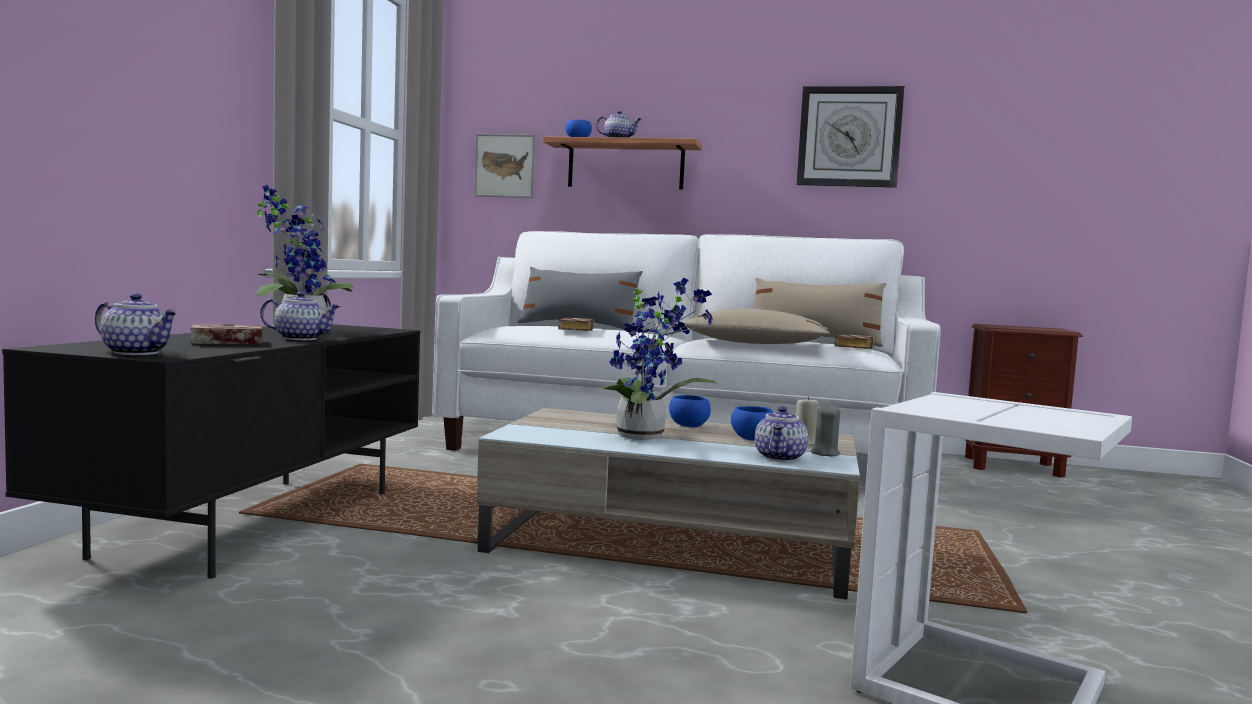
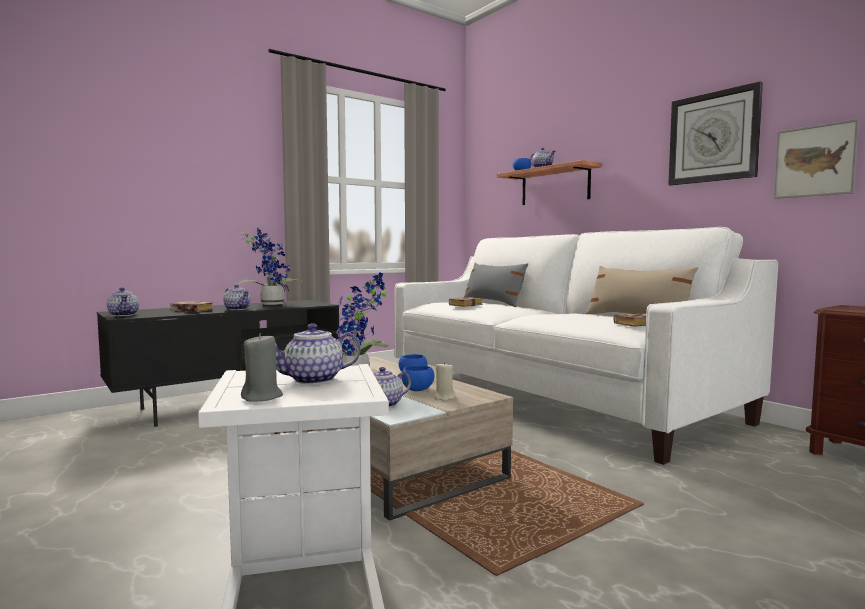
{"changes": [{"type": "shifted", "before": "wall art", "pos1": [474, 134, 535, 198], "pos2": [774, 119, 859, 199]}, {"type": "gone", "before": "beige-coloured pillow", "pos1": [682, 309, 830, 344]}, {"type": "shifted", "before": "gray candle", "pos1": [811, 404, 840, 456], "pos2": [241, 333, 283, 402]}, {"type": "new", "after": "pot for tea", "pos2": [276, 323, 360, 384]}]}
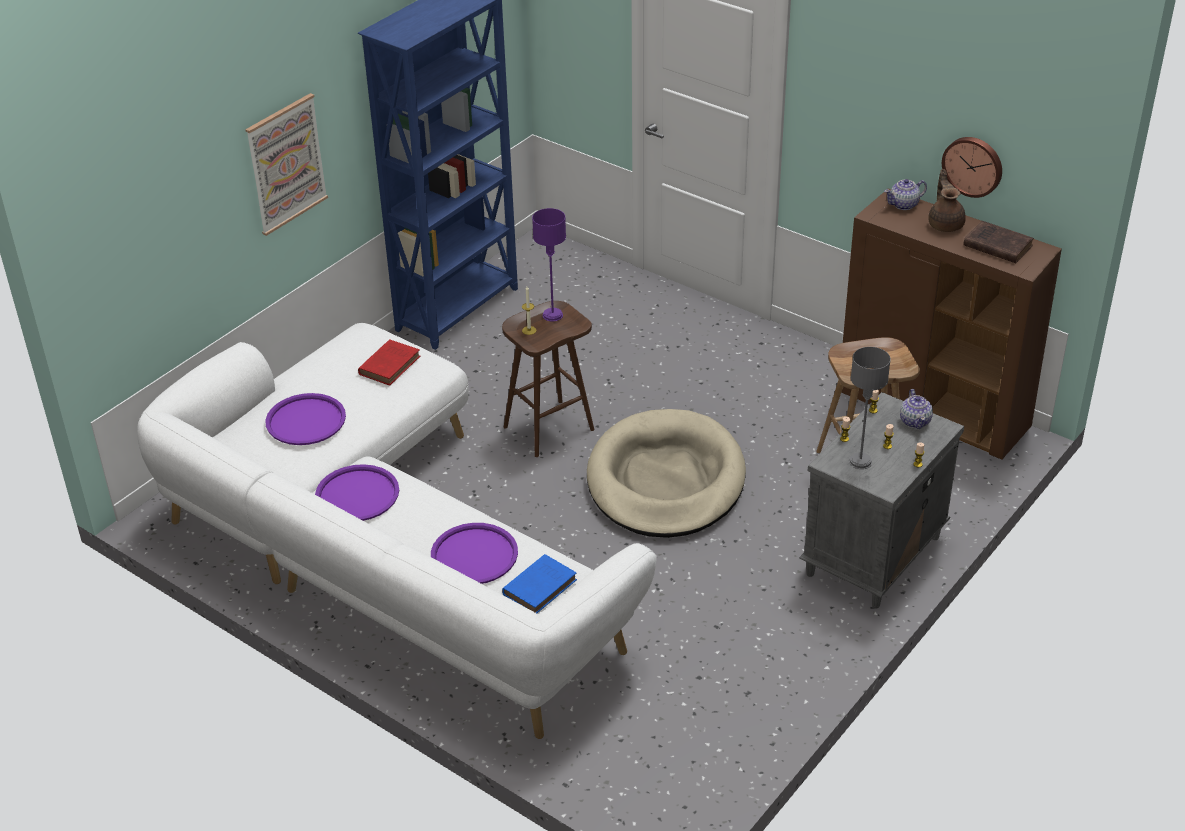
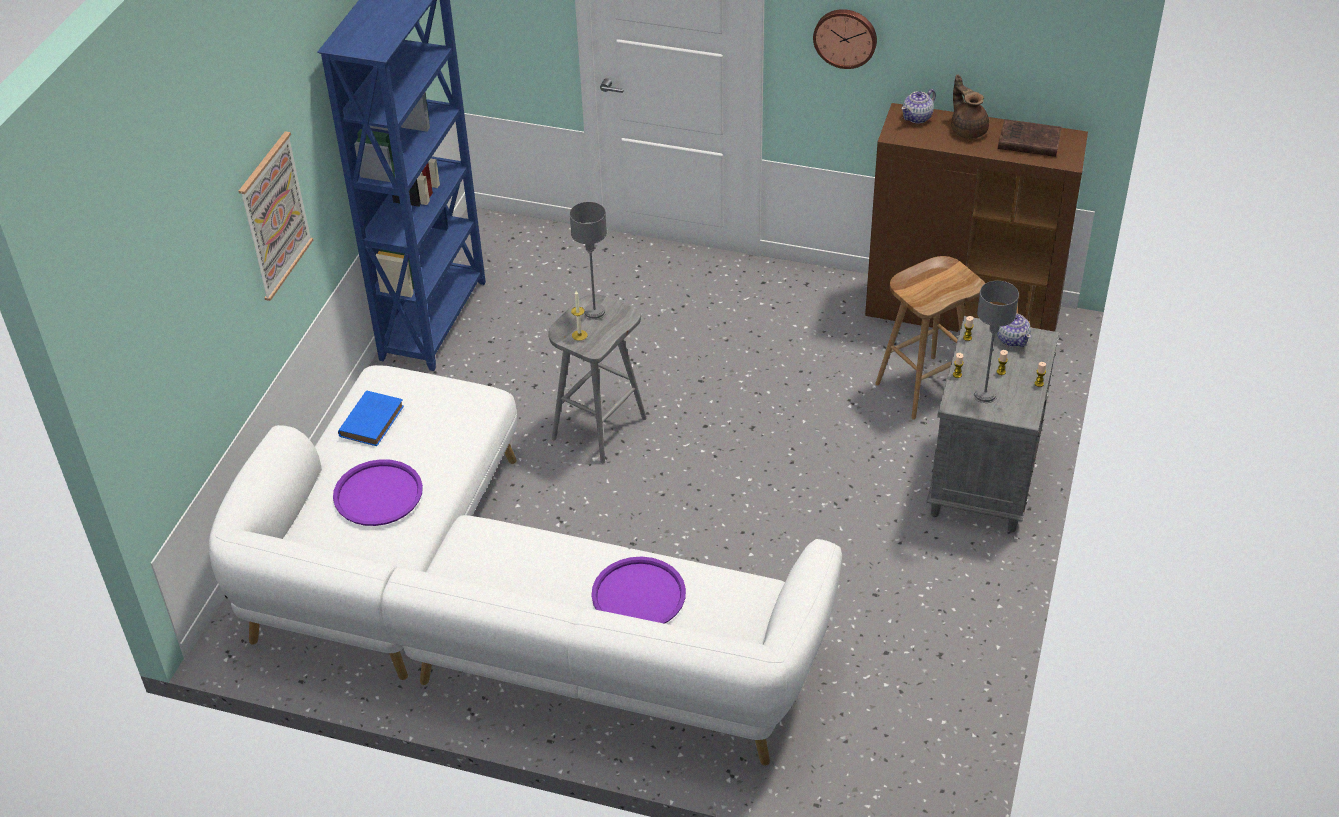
{"changes": [{"type": "gone", "before": "purple-coloured serving tray", "pos1": [315, 464, 399, 521]}, {"type": "gone", "before": "red bound book", "pos1": [358, 339, 420, 385]}, {"type": "repainted", "before": "brownish sitting stool", "after": "gray sitting stool", "pos1": [502, 301, 594, 457], "pos2": [548, 295, 647, 463]}, {"type": "shifted", "before": "bluish bound book", "pos1": [502, 554, 577, 613], "pos2": [338, 391, 404, 446]}, {"type": "repainted", "before": "purple-coloured table lamp", "after": "gray table lamp", "pos1": [532, 208, 566, 322], "pos2": [570, 202, 607, 320]}, {"type": "gone", "before": "beige-coloured pet bed", "pos1": [587, 409, 746, 538]}, {"type": "shifted", "before": "wall clock", "pos1": [942, 137, 1002, 198], "pos2": [813, 9, 877, 69]}]}
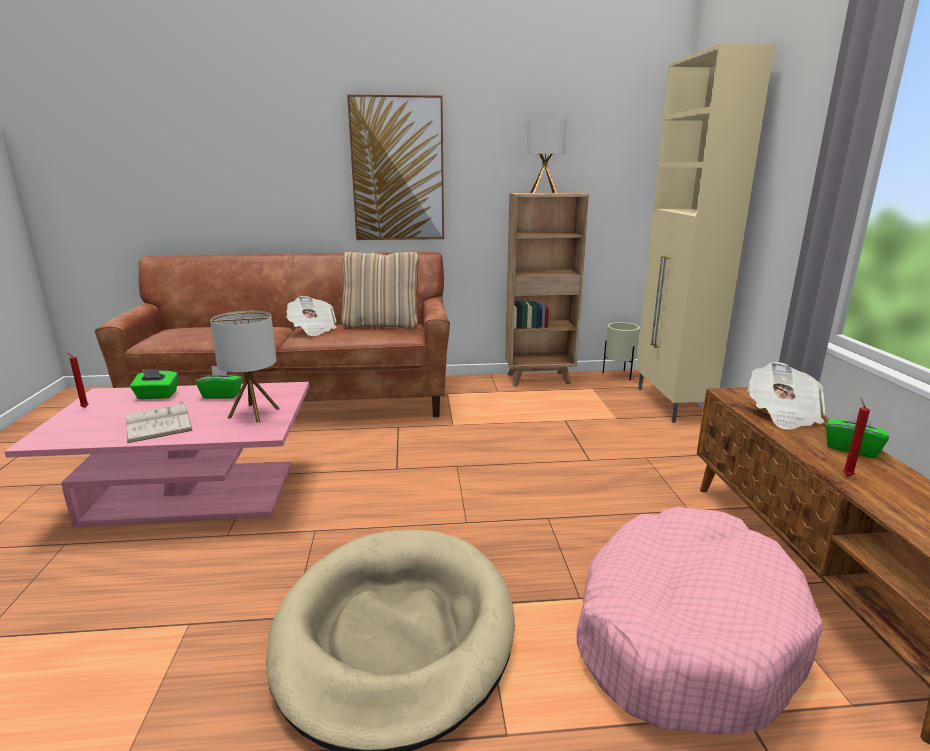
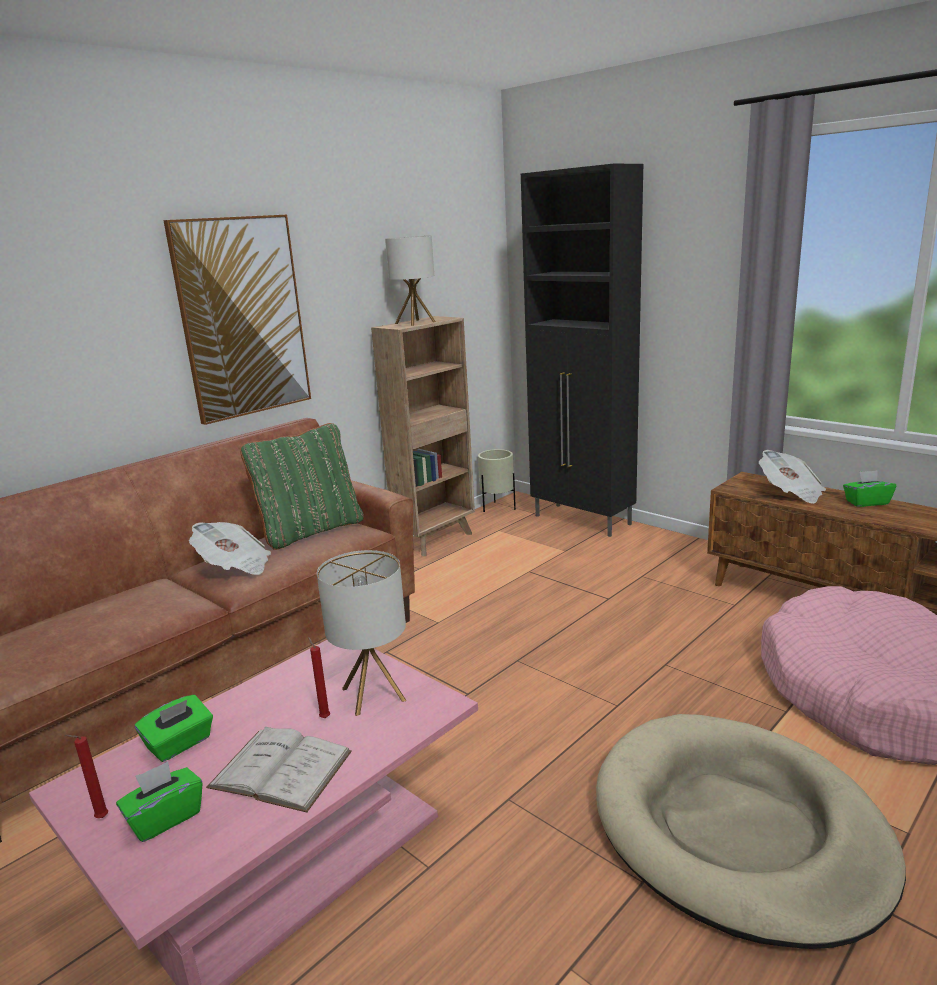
{"changes": [{"type": "shifted", "before": "green-coloured tissue holder", "pos1": [195, 366, 243, 399], "pos2": [116, 761, 203, 842]}, {"type": "repainted", "before": "beige-coloured pillow", "after": "green-coloured pillow", "pos1": [341, 251, 419, 329], "pos2": [240, 423, 364, 550]}, {"type": "repainted", "before": "beige-coloured storage cabinet", "after": "black storage cabinet", "pos1": [636, 44, 775, 423], "pos2": [521, 164, 643, 537]}, {"type": "shifted", "before": "red candle", "pos1": [843, 398, 870, 477], "pos2": [308, 637, 330, 718]}]}
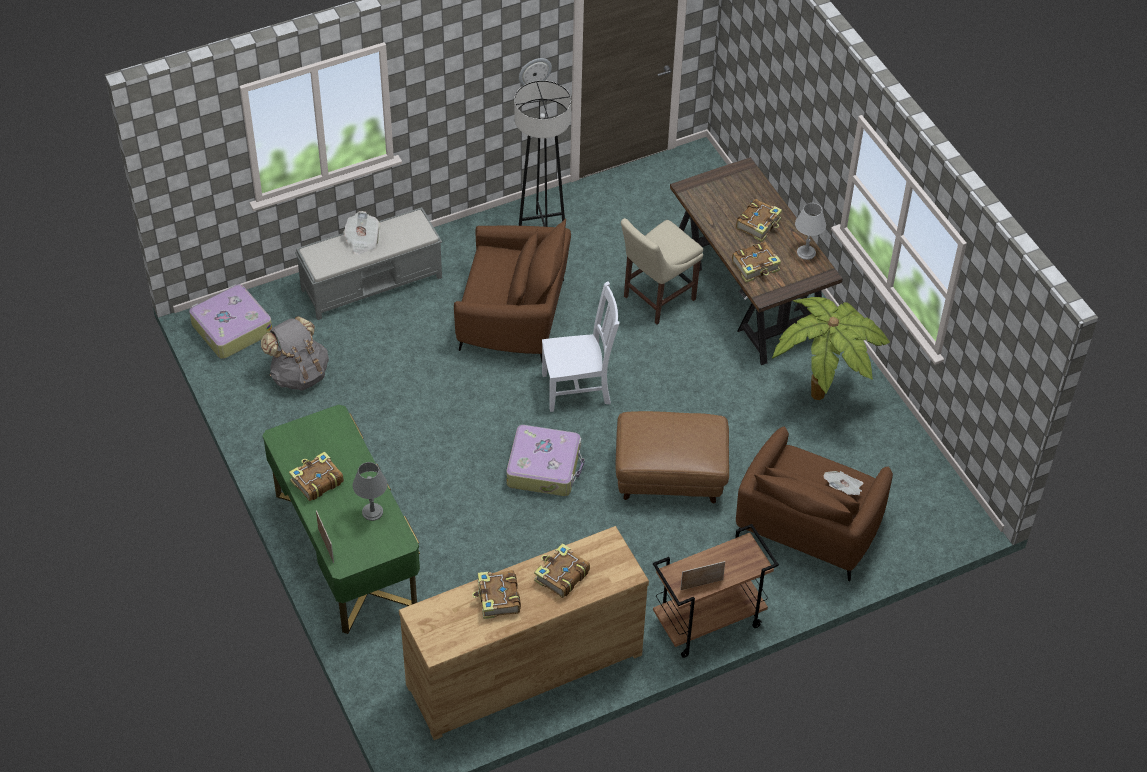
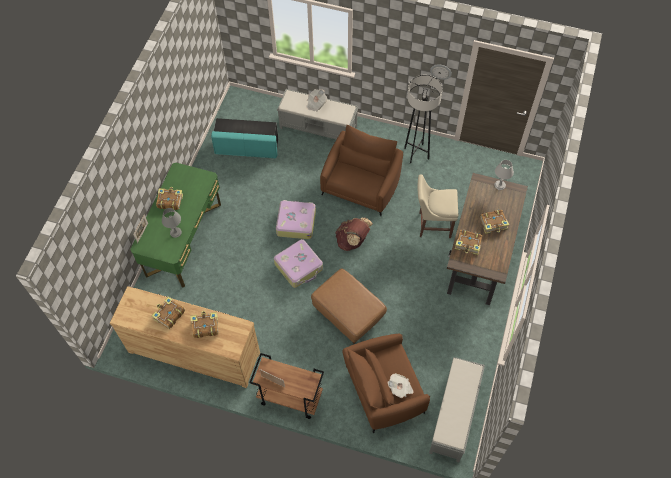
{"changes": [{"type": "shifted", "before": "piece of luggage", "pos1": [189, 284, 272, 359], "pos2": [276, 200, 316, 239]}, {"type": "swapped", "before": "gray backpack", "after": "turquoise pouffe", "pos1": [261, 316, 329, 391], "pos2": [211, 118, 278, 158]}, {"type": "rotated", "before": "brownish easy chair", "pos1": [454, 218, 571, 362], "pos2": [320, 125, 403, 216], "turn": -120}, {"type": "swapped", "before": "whitish upright chair", "after": "brownish backpack", "pos1": [542, 281, 619, 412], "pos2": [335, 217, 373, 251]}, {"type": "gone", "before": "potted plant", "pos1": [772, 297, 890, 400]}, {"type": "shifted", "before": "gray table lamp", "pos1": [795, 203, 826, 260], "pos2": [495, 160, 514, 190]}, {"type": "new", "after": "gray bench", "pos2": [429, 357, 485, 462]}]}
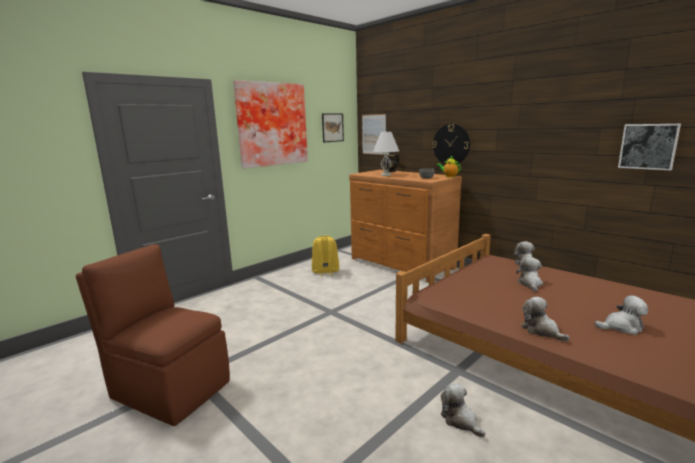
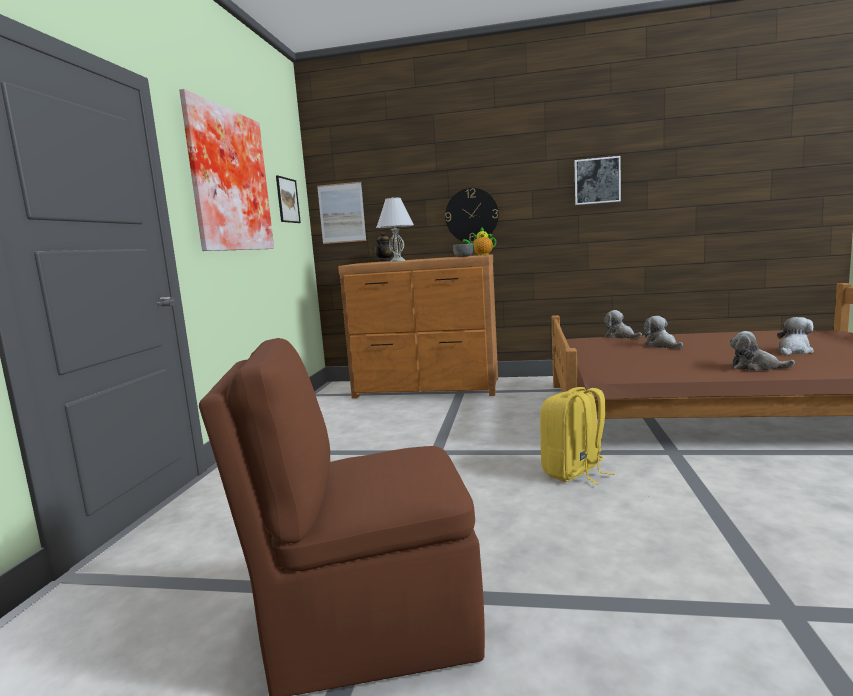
{"changes": [{"type": "shifted", "before": "yellow backpack", "pos1": [312, 236, 339, 277], "pos2": [540, 387, 615, 485]}, {"type": "gone", "before": "soft toy", "pos1": [441, 383, 485, 437]}, {"type": "shifted", "before": "wall art", "pos1": [618, 124, 681, 170], "pos2": [575, 156, 621, 205]}]}
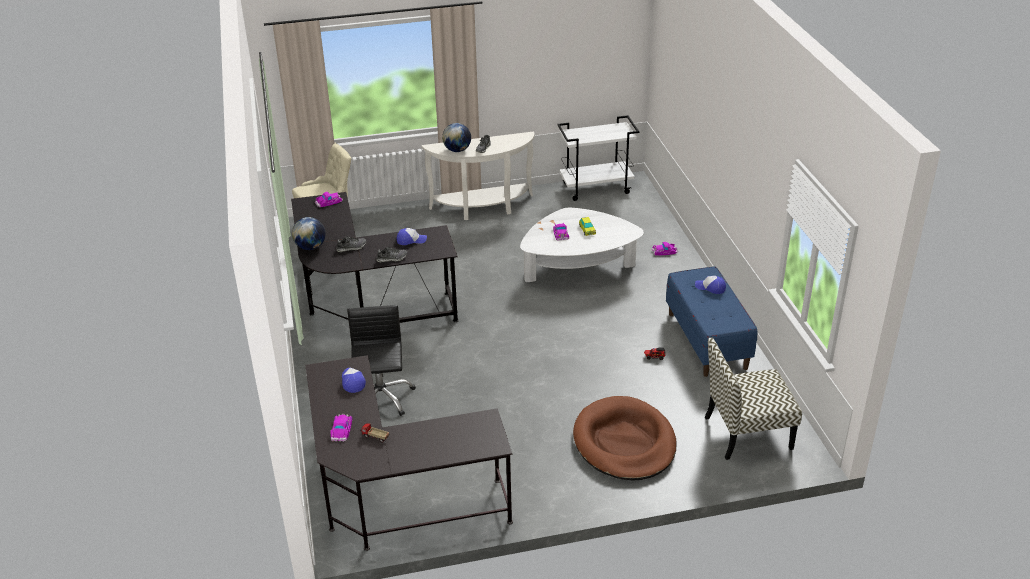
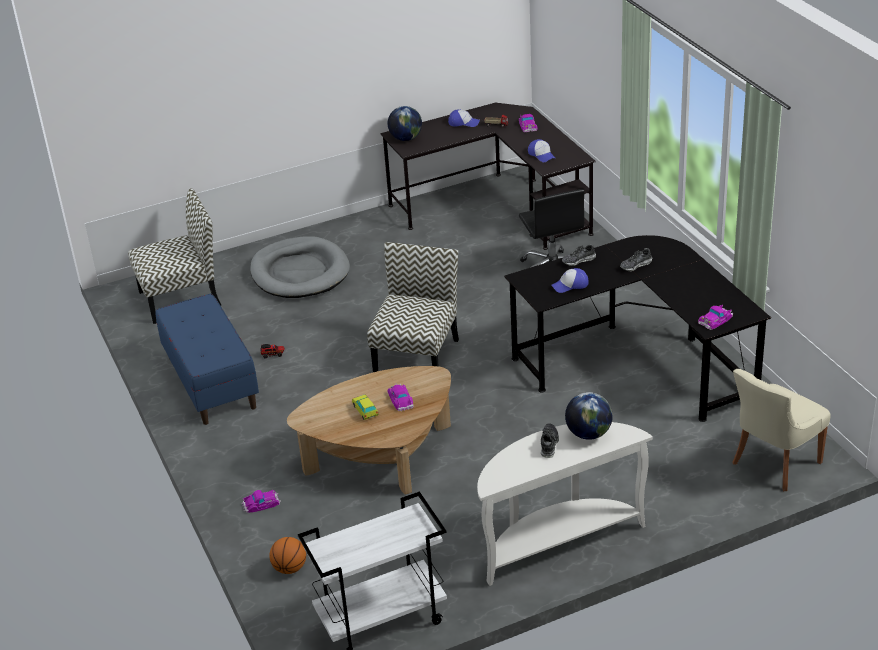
{"changes": [{"type": "shifted", "before": "world globe", "pos1": [292, 217, 325, 250], "pos2": [388, 106, 422, 141]}, {"type": "repainted", "before": "whitish low table", "after": "brownish low table", "pos1": [520, 208, 644, 282], "pos2": [287, 366, 451, 495]}, {"type": "repainted", "before": "brownish pet bed", "after": "gray pet bed", "pos1": [573, 396, 676, 481], "pos2": [250, 237, 350, 298]}, {"type": "shifted", "before": "cap", "pos1": [695, 276, 726, 294], "pos2": [448, 109, 480, 127]}, {"type": "new", "after": "ball for basketball", "pos2": [269, 537, 306, 574]}, {"type": "new", "after": "upright chair", "pos2": [367, 242, 459, 372]}]}
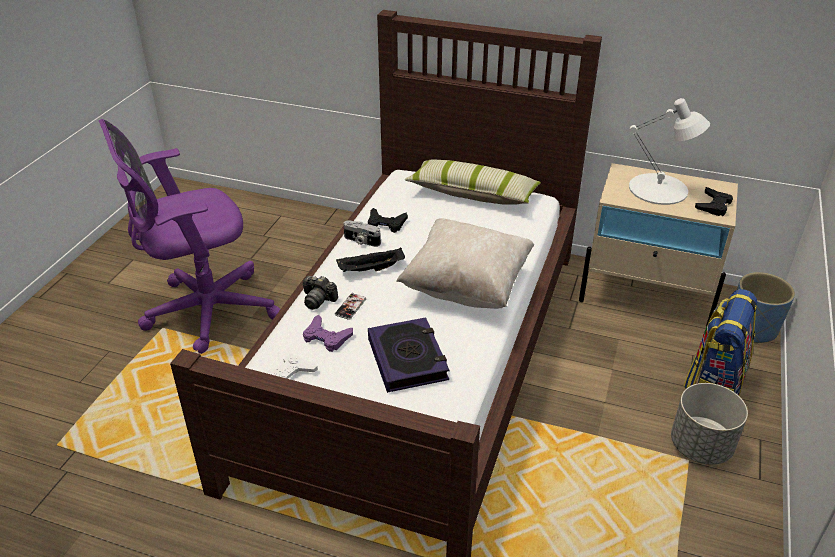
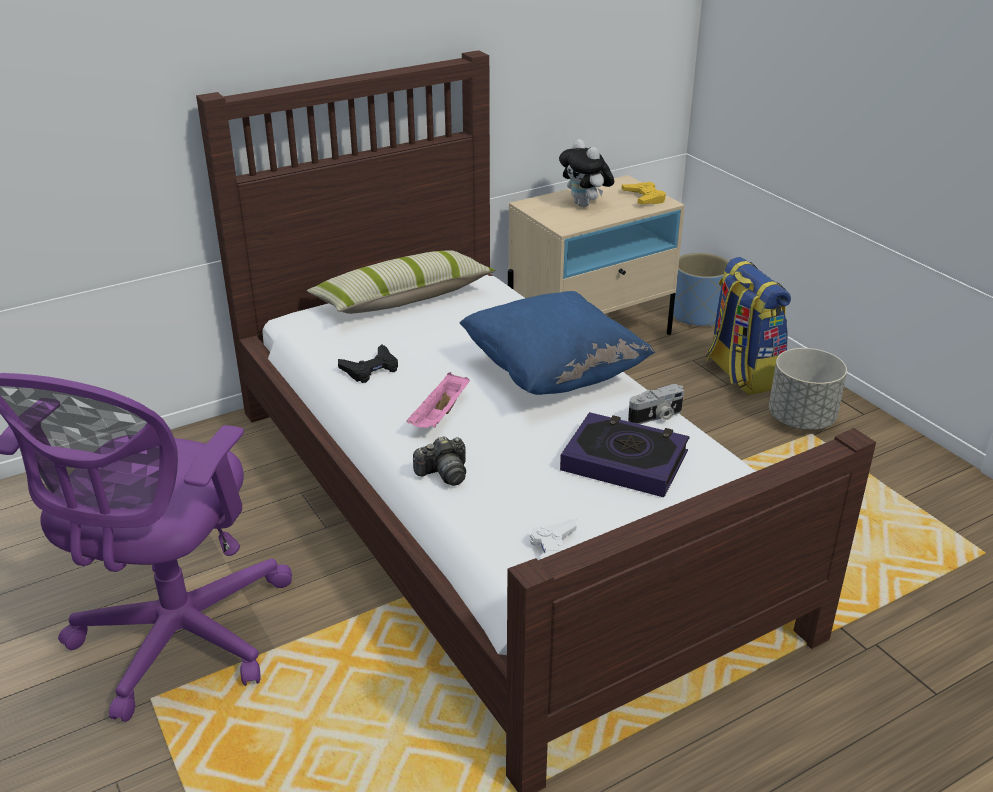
{"changes": [{"type": "gone", "before": "purple-coloured game controller", "pos1": [303, 315, 353, 352]}, {"type": "gone", "before": "telephone", "pos1": [335, 293, 366, 320]}, {"type": "repainted", "before": "black serving tray", "after": "pink-coloured serving tray", "pos1": [336, 248, 405, 272], "pos2": [407, 372, 470, 428]}, {"type": "shifted", "before": "photo camera", "pos1": [343, 220, 381, 247], "pos2": [628, 384, 684, 424]}, {"type": "repainted", "before": "beige-coloured pillow", "after": "bluish pillow", "pos1": [396, 218, 534, 309], "pos2": [460, 291, 655, 395]}, {"type": "swapped", "before": "whitish table lamp", "after": "soft toy", "pos1": [629, 98, 710, 205], "pos2": [559, 139, 614, 207]}, {"type": "repainted", "before": "black game controller", "after": "yellow game controller", "pos1": [695, 187, 733, 216], "pos2": [622, 182, 666, 204]}]}
